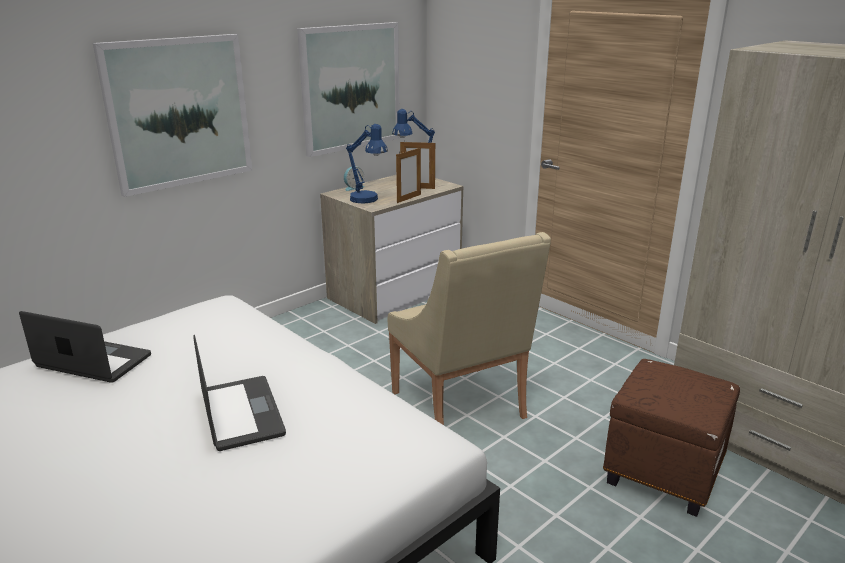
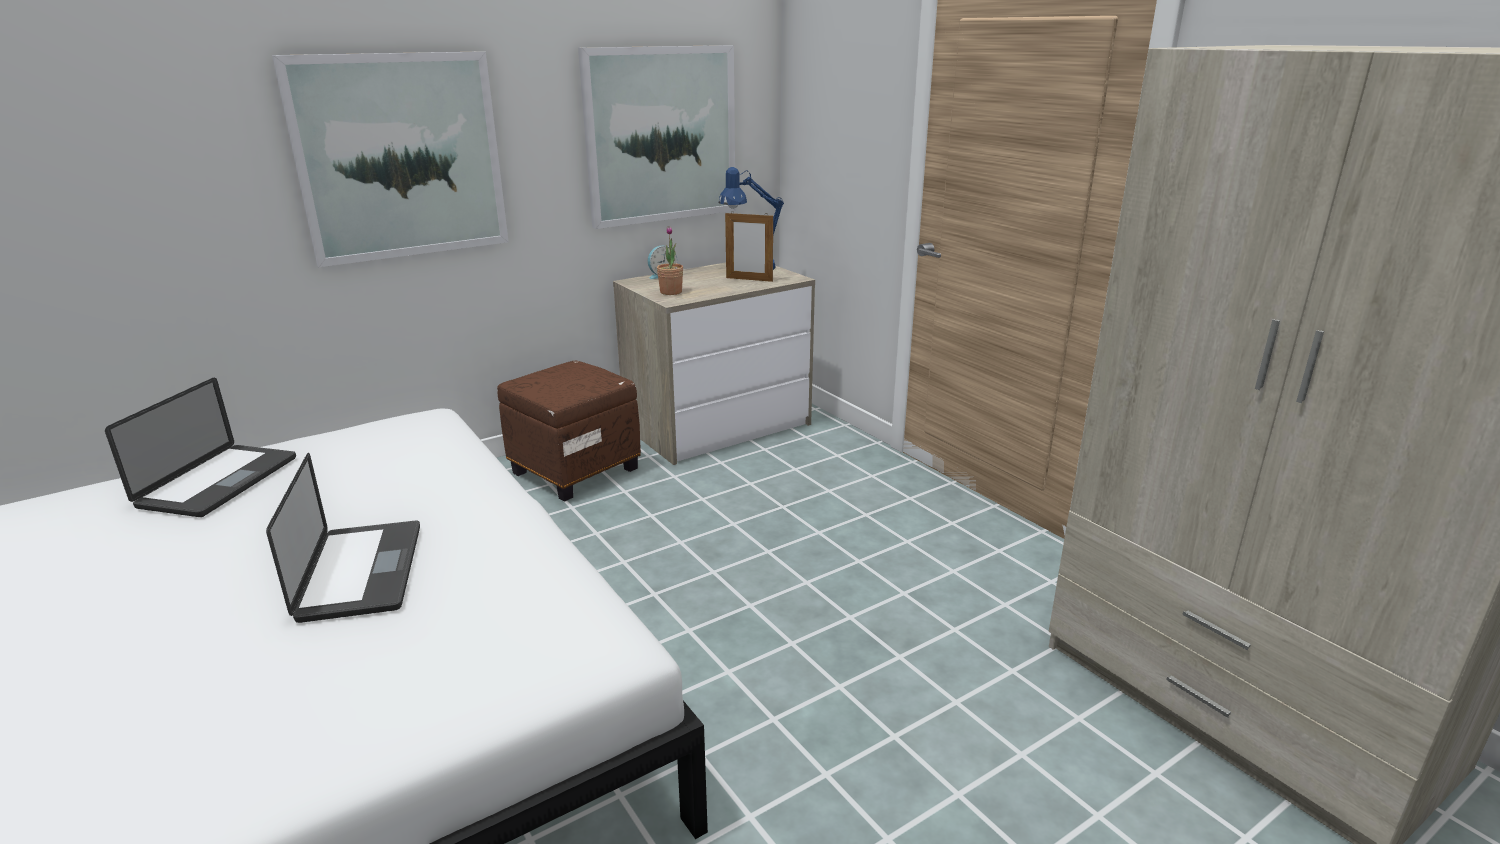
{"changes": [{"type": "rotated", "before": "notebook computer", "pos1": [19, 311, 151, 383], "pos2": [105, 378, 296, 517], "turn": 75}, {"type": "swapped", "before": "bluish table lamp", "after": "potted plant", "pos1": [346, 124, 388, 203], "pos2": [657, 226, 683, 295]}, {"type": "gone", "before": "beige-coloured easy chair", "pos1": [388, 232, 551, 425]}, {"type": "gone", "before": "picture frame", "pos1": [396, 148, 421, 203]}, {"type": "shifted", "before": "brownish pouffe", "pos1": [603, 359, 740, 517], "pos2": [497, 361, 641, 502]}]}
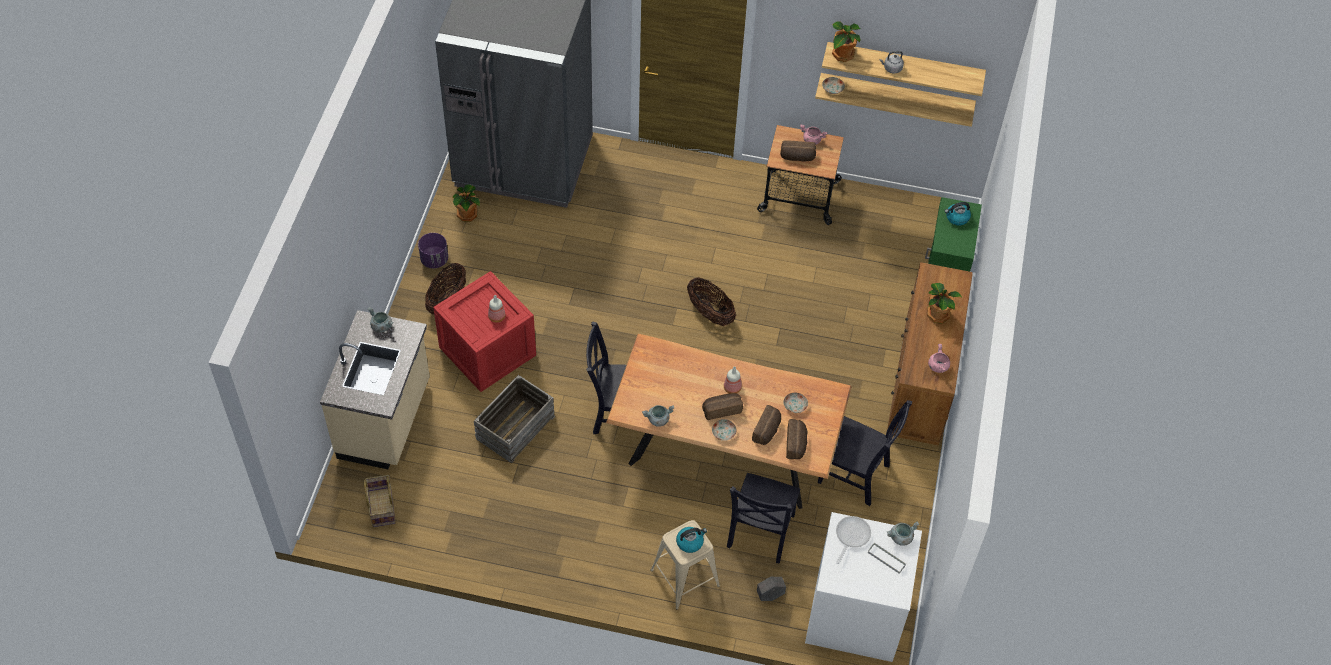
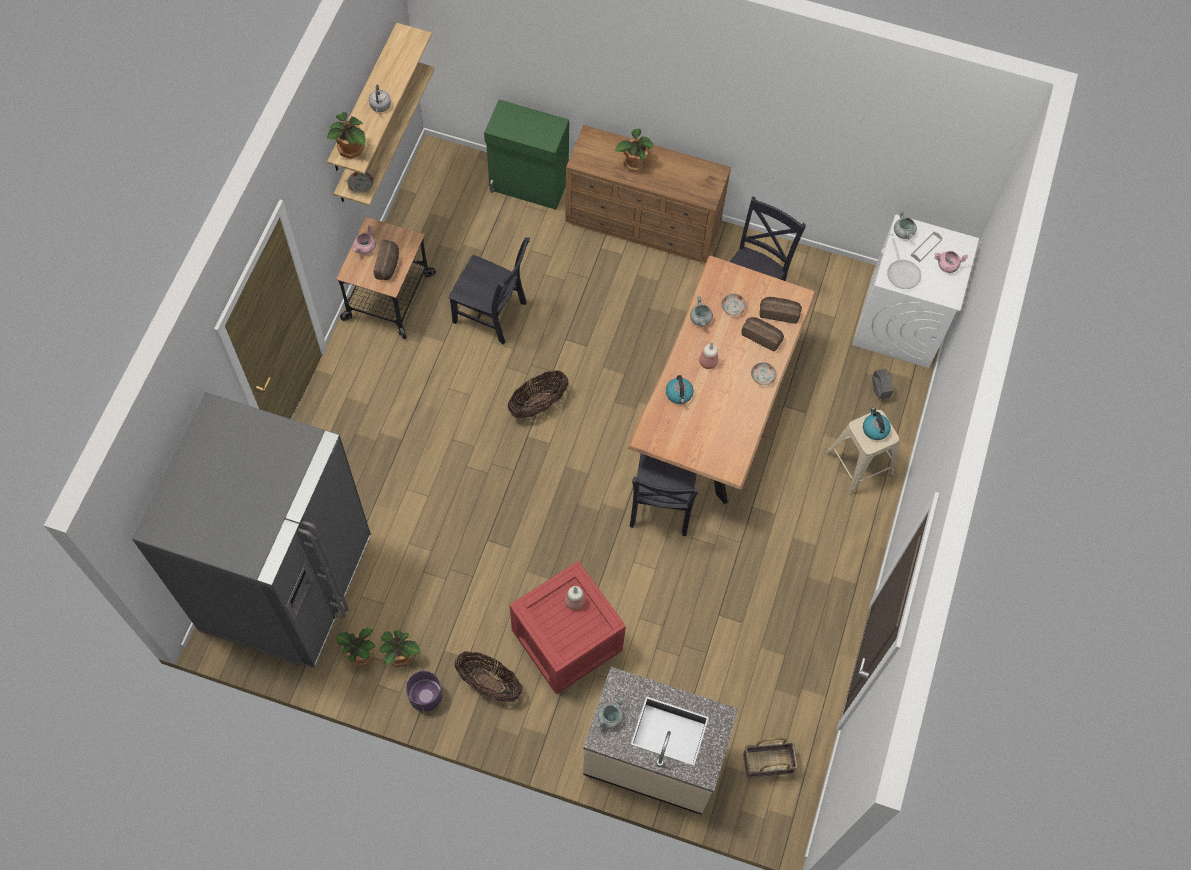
{"changes": [{"type": "gone", "before": "crate", "pos1": [474, 375, 555, 463]}, {"type": "shifted", "before": "gray stockpot", "pos1": [642, 405, 674, 427], "pos2": [690, 296, 713, 327]}, {"type": "gone", "before": "bakery bread", "pos1": [702, 393, 743, 420]}, {"type": "shifted", "before": "black upright chair", "pos1": [727, 473, 800, 563], "pos2": [448, 237, 530, 344]}, {"type": "rotated", "before": "pan", "pos1": [836, 516, 871, 564], "pos2": [887, 238, 921, 289], "turn": -135}, {"type": "shifted", "before": "pink-coloured stockpot", "pos1": [928, 344, 950, 373], "pos2": [935, 251, 968, 273]}, {"type": "shifted", "before": "kettle", "pos1": [945, 202, 971, 226], "pos2": [666, 375, 694, 404]}, {"type": "new", "after": "potted plant", "pos2": [379, 630, 421, 667]}]}
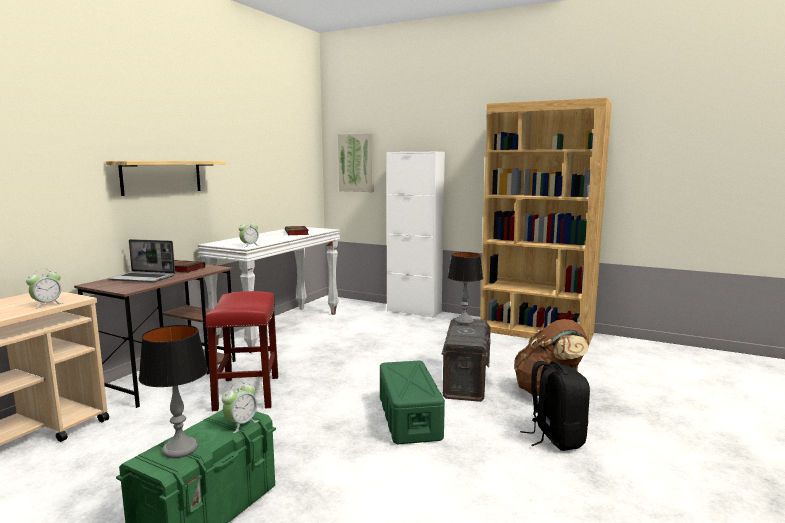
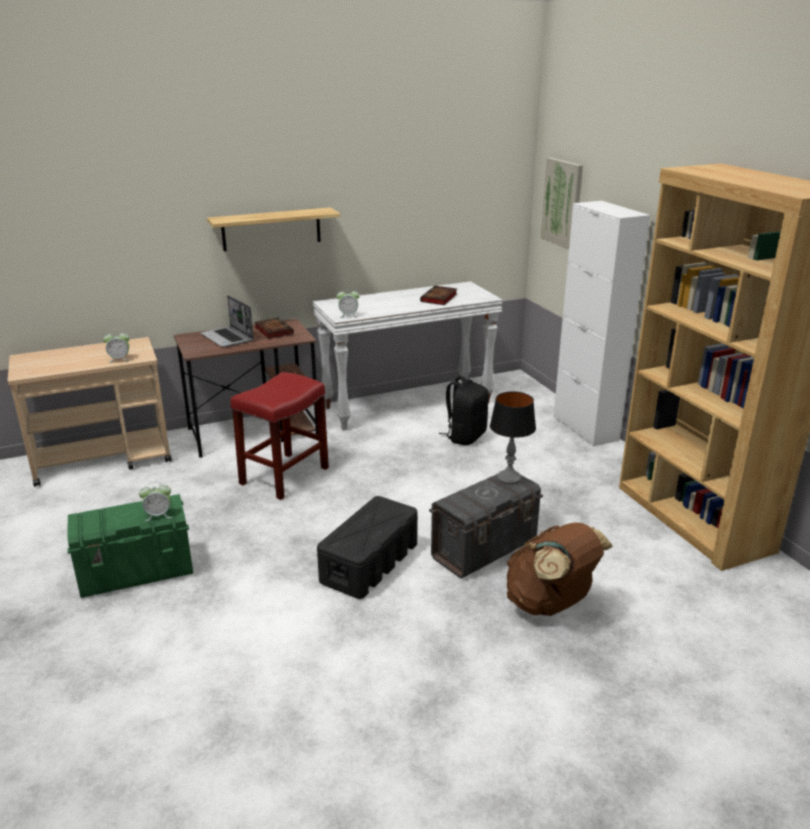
{"changes": [{"type": "gone", "before": "table lamp", "pos1": [139, 325, 208, 458]}, {"type": "repainted", "before": "green-coloured storage box", "after": "black storage box", "pos1": [380, 361, 445, 444], "pos2": [317, 496, 417, 599]}, {"type": "shifted", "before": "black backpack", "pos1": [520, 361, 590, 451], "pos2": [439, 376, 489, 445]}]}
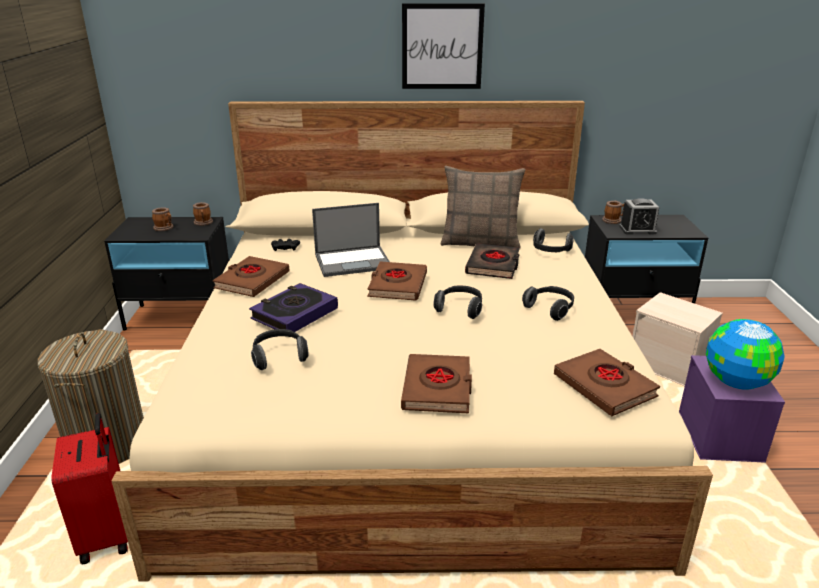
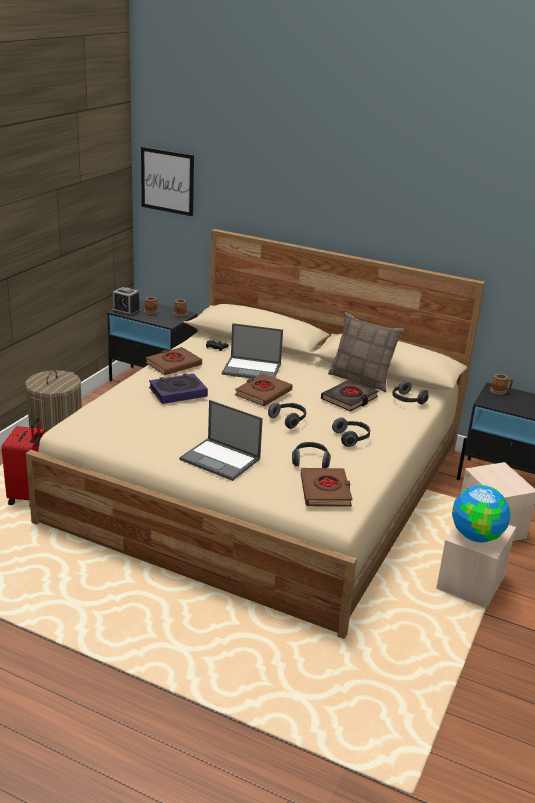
{"changes": [{"type": "shifted", "before": "headphones", "pos1": [251, 329, 309, 370], "pos2": [292, 442, 331, 468]}, {"type": "swapped", "before": "brownish bound book", "after": "notebook computer", "pos1": [401, 354, 472, 414], "pos2": [180, 400, 263, 481]}, {"type": "shifted", "before": "wall art", "pos1": [402, 3, 485, 89], "pos2": [141, 147, 194, 216]}, {"type": "shifted", "before": "alarm clock", "pos1": [619, 198, 659, 235], "pos2": [112, 287, 140, 316]}, {"type": "repainted", "before": "purple-coloured storage box", "after": "beige-coloured storage box", "pos1": [679, 355, 785, 463], "pos2": [436, 525, 516, 609]}]}
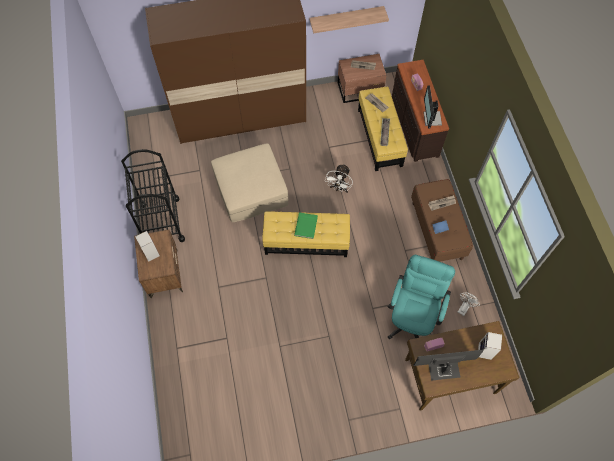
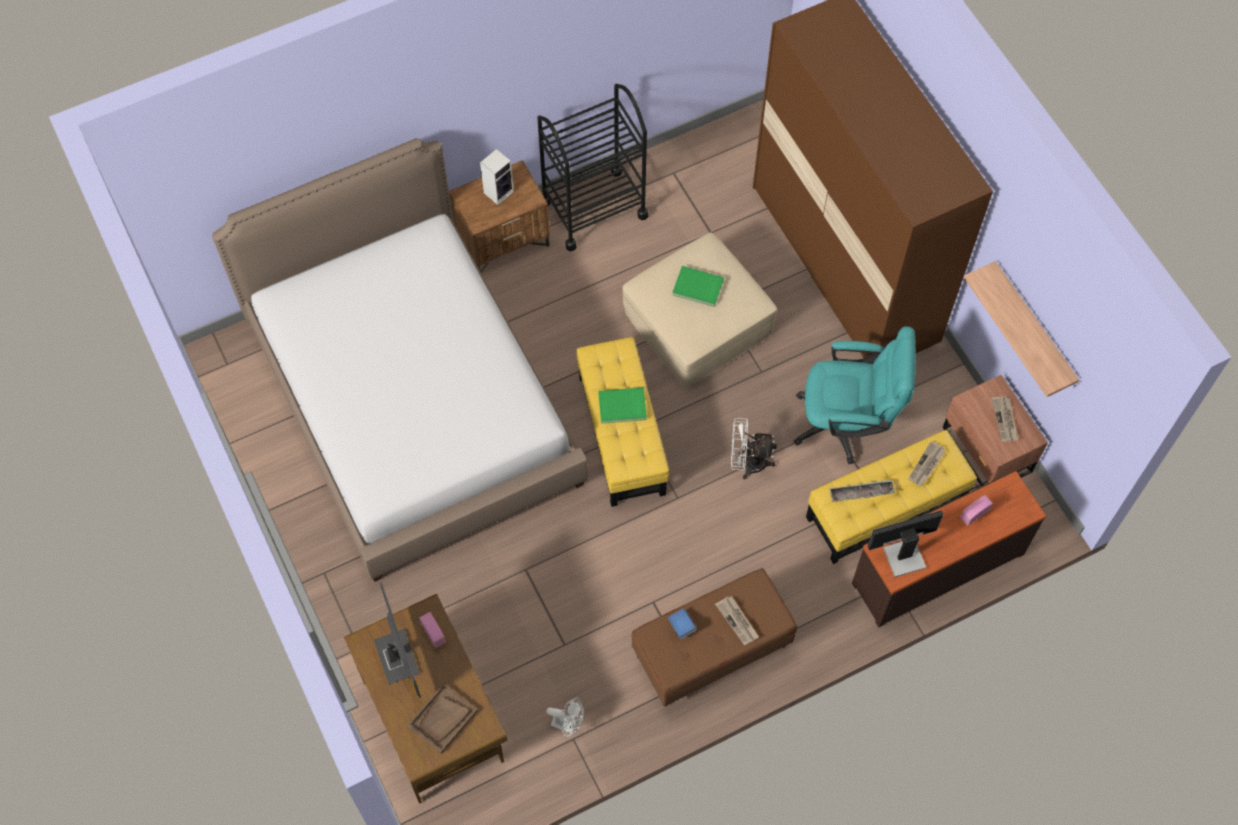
{"changes": [{"type": "shifted", "before": "turquoise computer chair", "pos1": [388, 255, 455, 339], "pos2": [794, 326, 916, 464]}, {"type": "swapped", "before": "loudspeaker", "after": "brownish serving tray", "pos1": [478, 332, 502, 360], "pos2": [407, 683, 478, 754]}, {"type": "new", "after": "sleeping bed", "pos2": [212, 138, 588, 582]}, {"type": "new", "after": "green-coloured bound book", "pos2": [672, 266, 724, 307]}]}
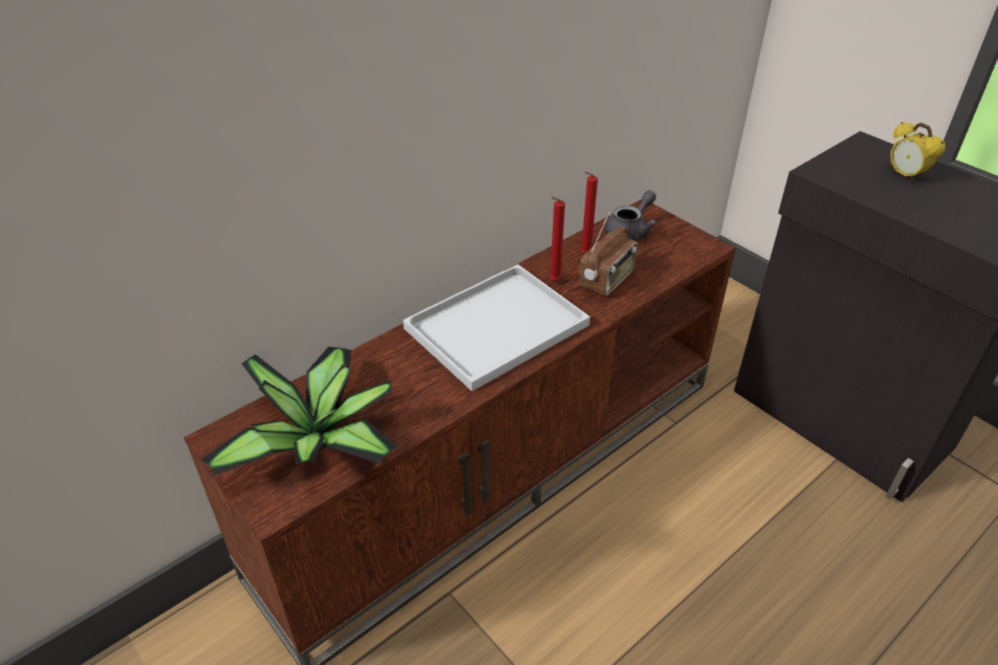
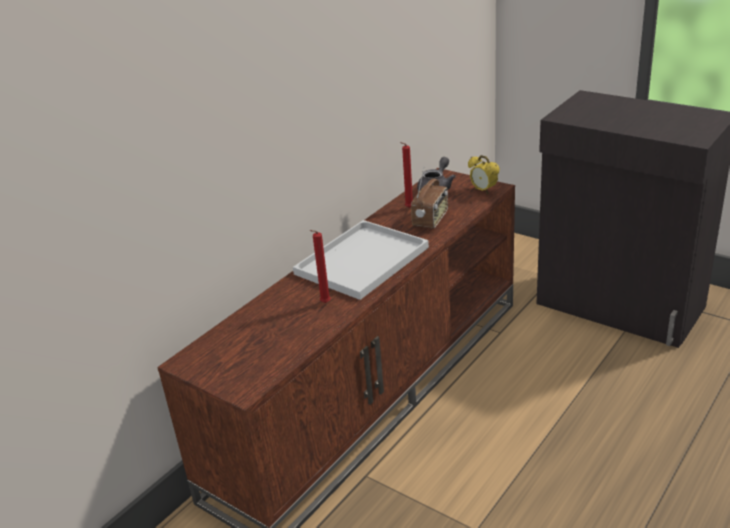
{"changes": [{"type": "gone", "before": "potted plant", "pos1": [201, 347, 399, 475]}, {"type": "shifted", "before": "red candle", "pos1": [549, 197, 565, 281], "pos2": [310, 230, 331, 303]}, {"type": "shifted", "before": "alarm clock", "pos1": [890, 122, 945, 183], "pos2": [468, 155, 500, 194]}]}
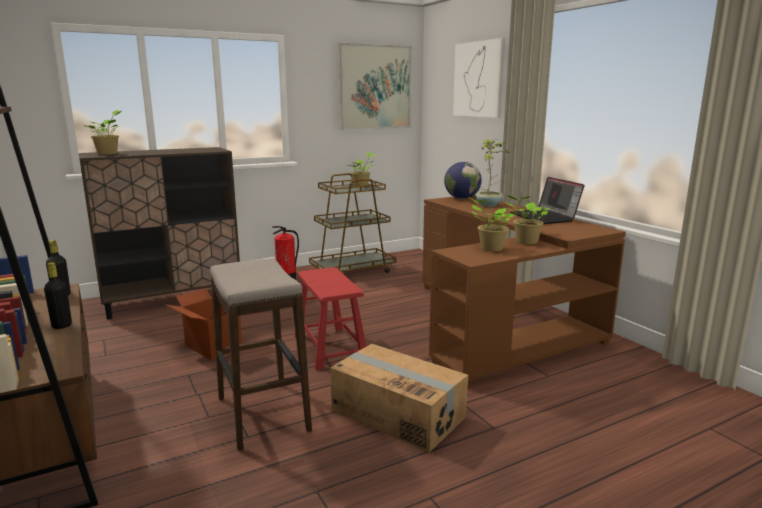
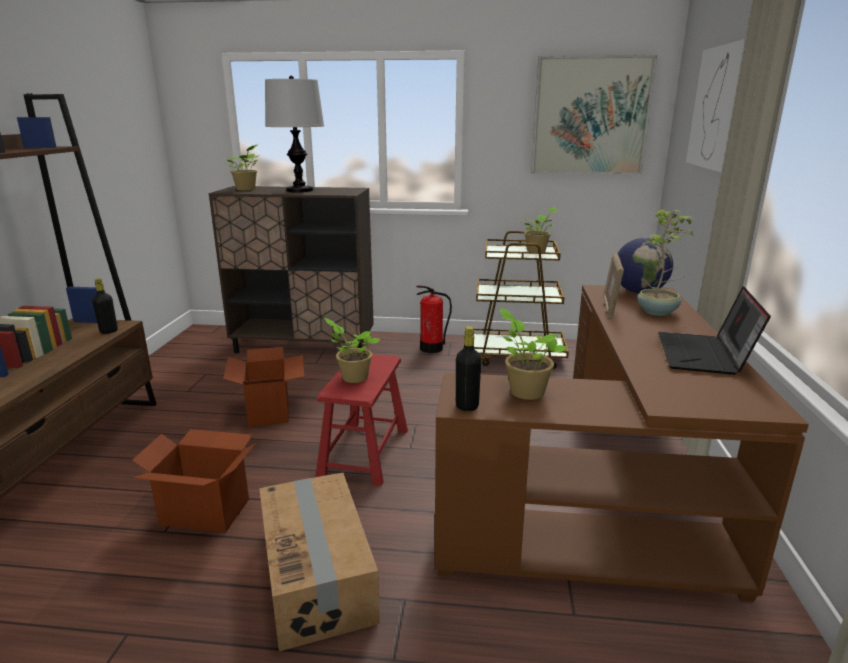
{"changes": [{"type": "shifted", "before": "black beverage bottle", "pos1": [44, 262, 72, 329], "pos2": [456, 326, 481, 411]}, {"type": "swapped", "before": "sitting stool", "after": "cardboard box", "pos1": [210, 258, 312, 451], "pos2": [132, 429, 256, 533]}, {"type": "shifted", "before": "potted plant", "pos1": [507, 195, 549, 244], "pos2": [324, 318, 380, 383]}, {"type": "new", "after": "table lamp", "pos2": [265, 75, 324, 192]}, {"type": "new", "after": "picture frame", "pos2": [603, 253, 624, 318]}]}
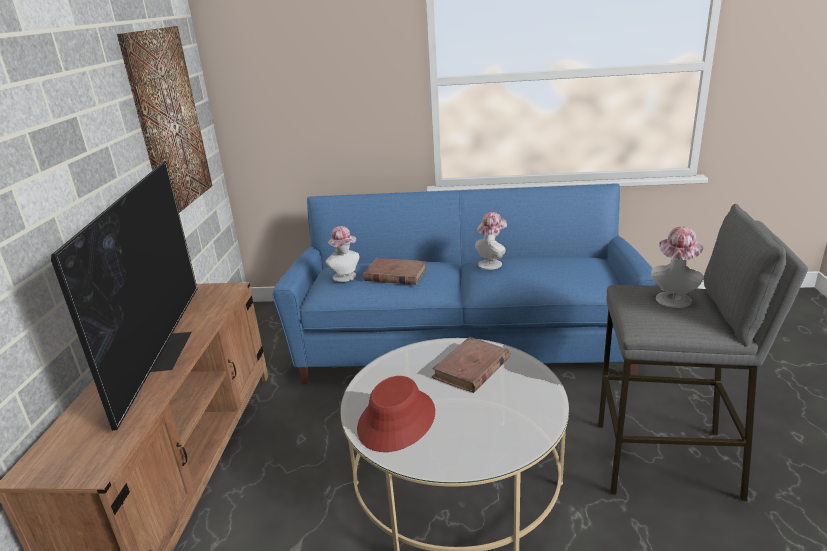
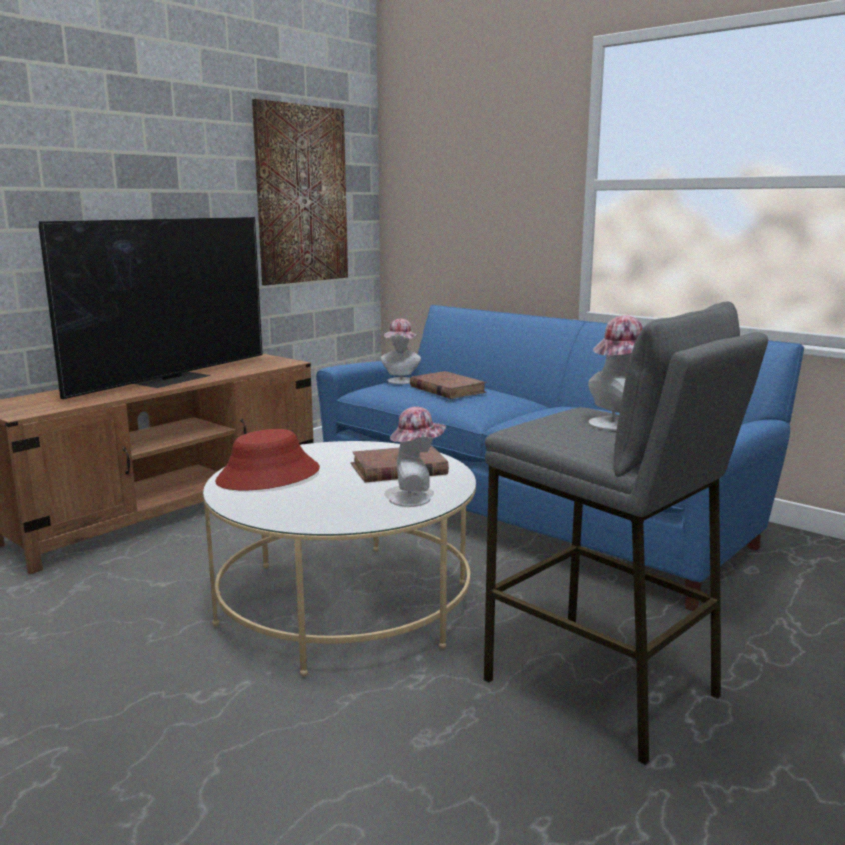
{"changes": [{"type": "shifted", "before": "clothing hat", "pos1": [475, 212, 507, 270], "pos2": [389, 407, 446, 507]}]}
